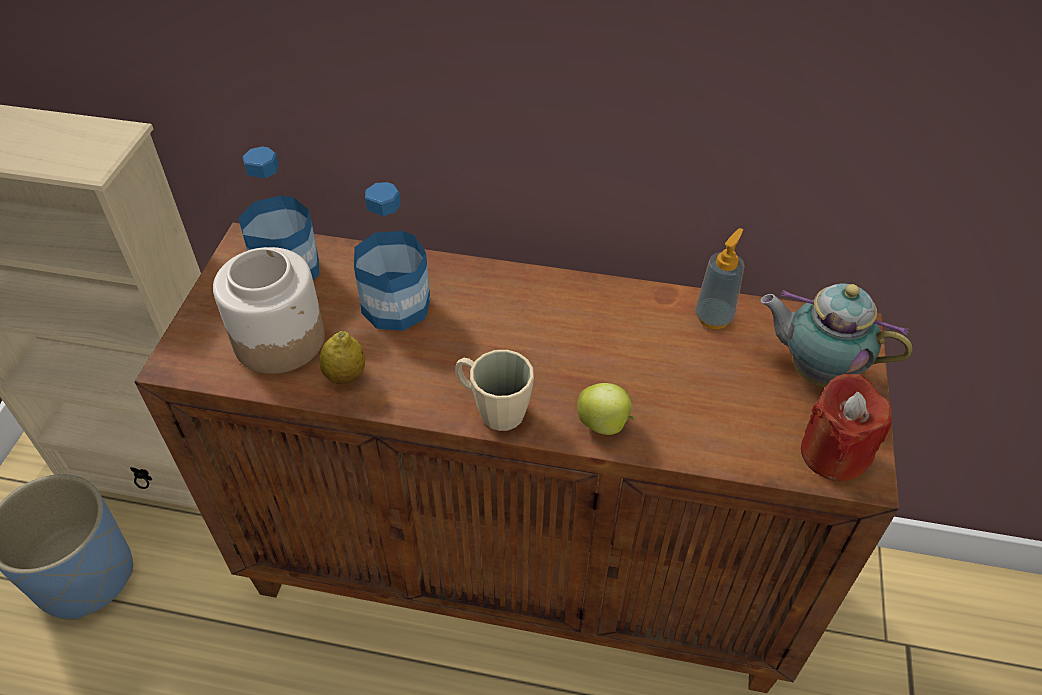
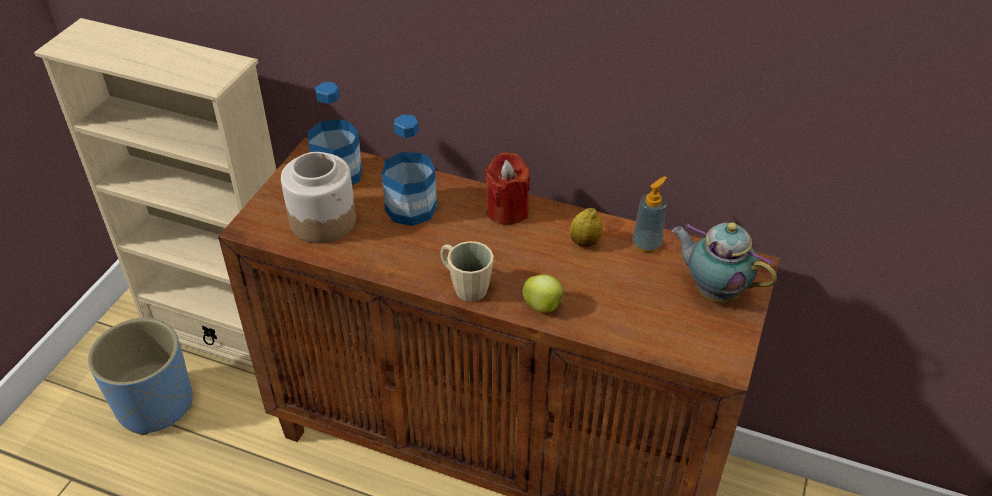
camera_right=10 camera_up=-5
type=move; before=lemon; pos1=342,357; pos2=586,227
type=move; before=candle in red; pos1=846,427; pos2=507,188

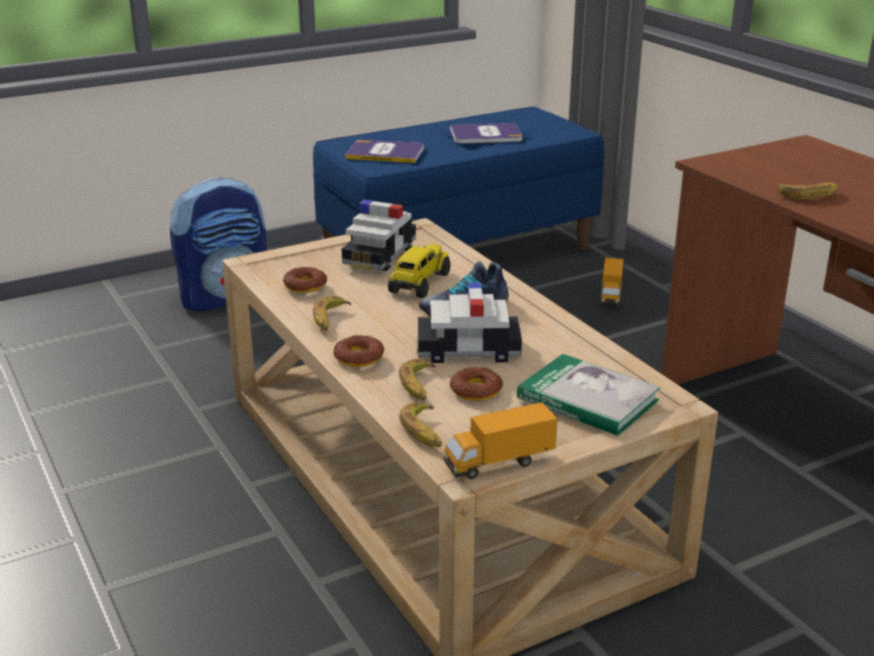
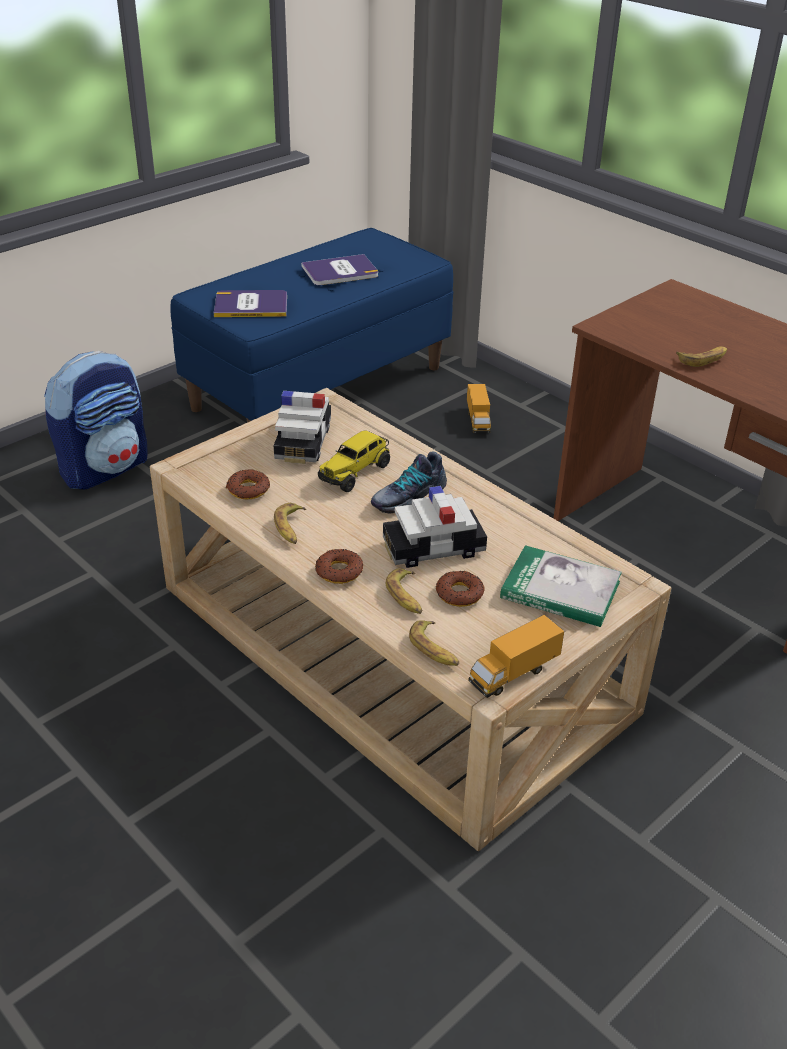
camera_right=-15 camera_up=10
type=rotate; before=toy truck; pos1=419,271; pos2=354,461; turn=-150

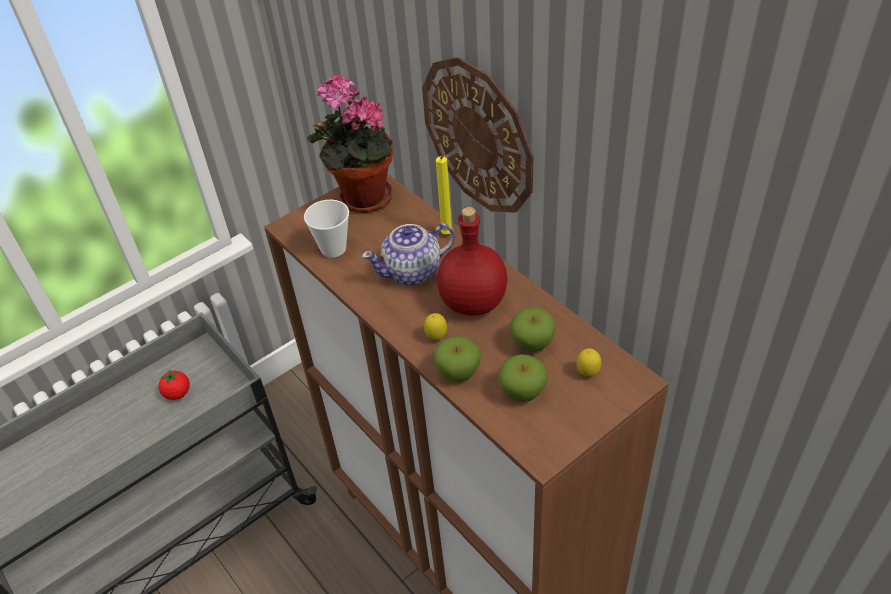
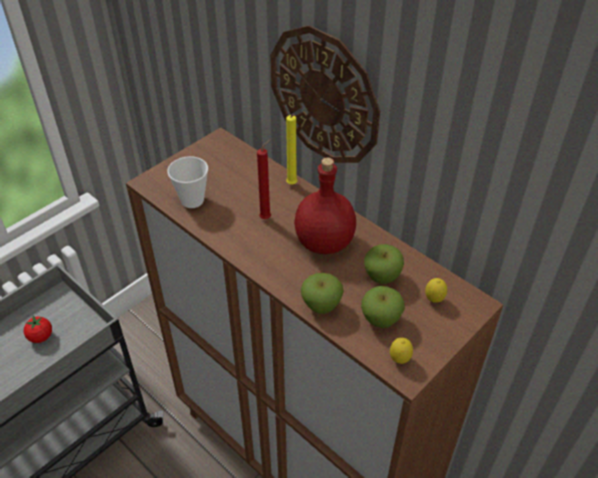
camera_right=-10 camera_up=0
type=delete; before=potted plant; pos1=350,143
type=move; before=lemon; pos1=435,326; pos2=401,351
type=replace; before=teapot; after=candle in red; pos1=408,254; pos2=264,179

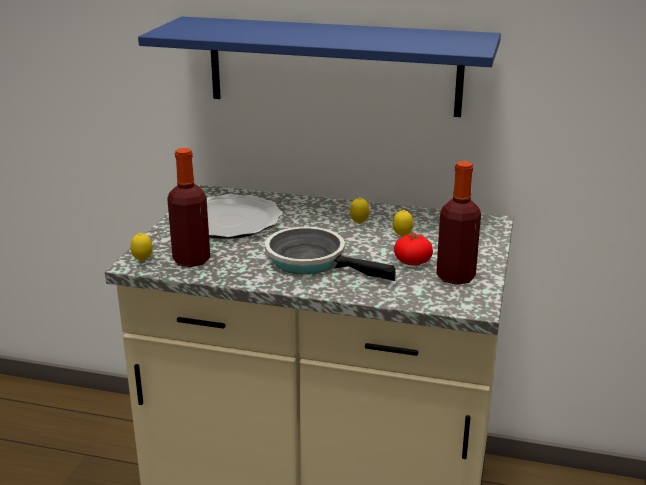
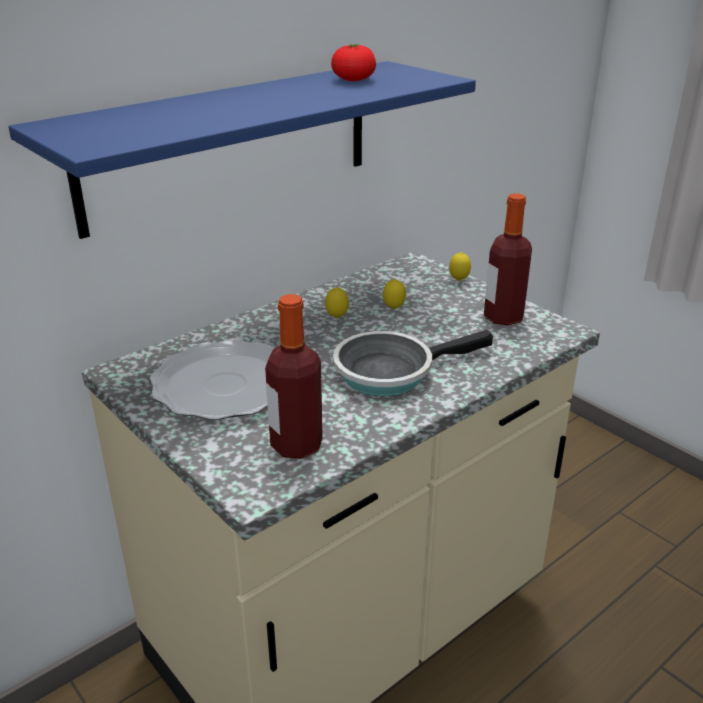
camera_right=-55 camera_up=5
type=move; before=lemon; pos1=142,247; pos2=460,266
type=move; before=tomato; pos1=413,249; pos2=353,62

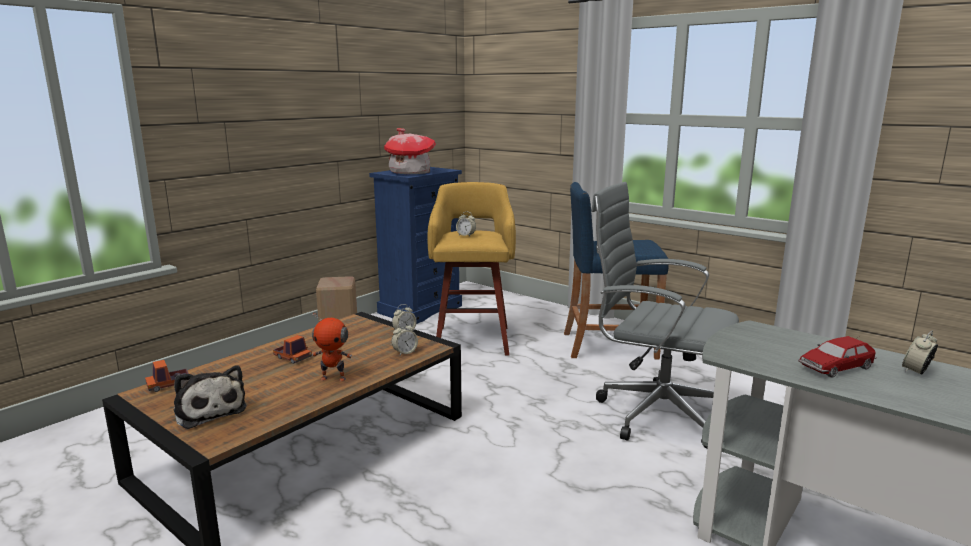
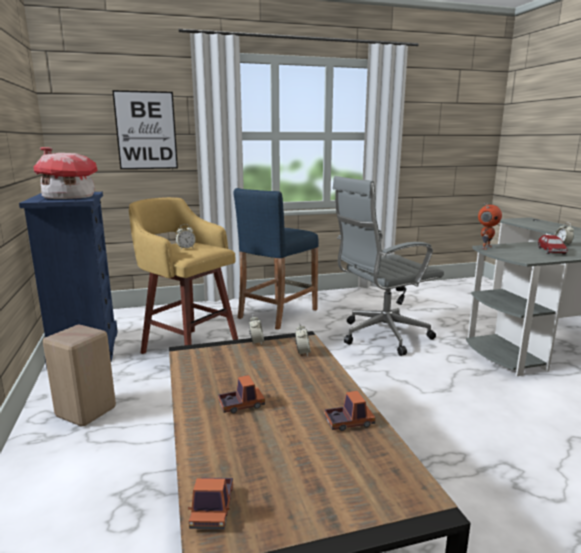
camera_right=-55 camera_up=0
type=delete; before=plush toy; pos1=210,397
type=insert; after=picture; pos2=145,129
type=insert; after=toy truck; pos2=349,411
type=move; before=toy robot; pos1=332,347; pos2=490,226

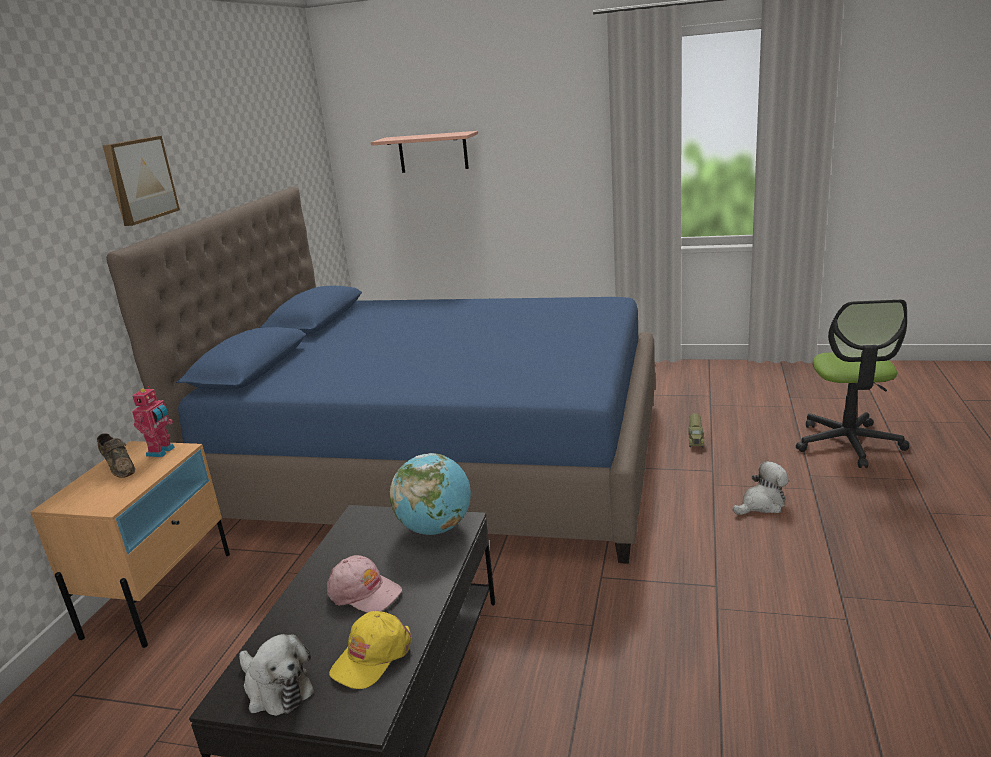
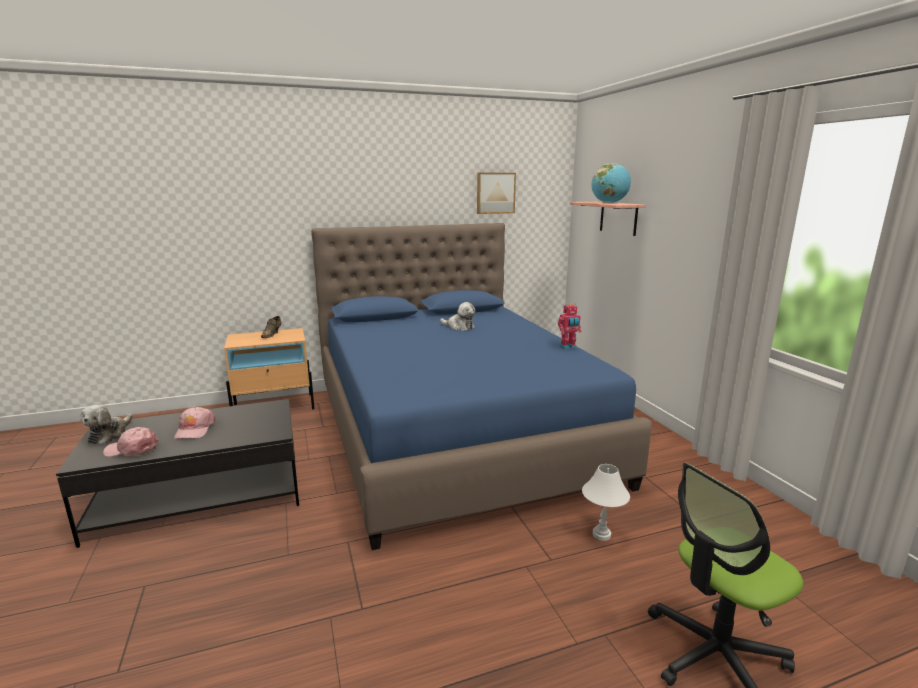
camera_right=55 camera_up=-5
type=move; before=picture; pos1=141,181; pos2=496,193
type=move; before=toy robot; pos1=153,421; pos2=570,326
type=move; before=globe; pos1=430,494; pos2=611,183
type=move; before=plush toy; pos1=761,488; pos2=457,316
type=replace; before=toy truck; after=table lamp in white; pos1=696,430; pos2=606,502
type=recolor; before=cap in yellow; after=cap in pink; pos1=370,650; pos2=130,442

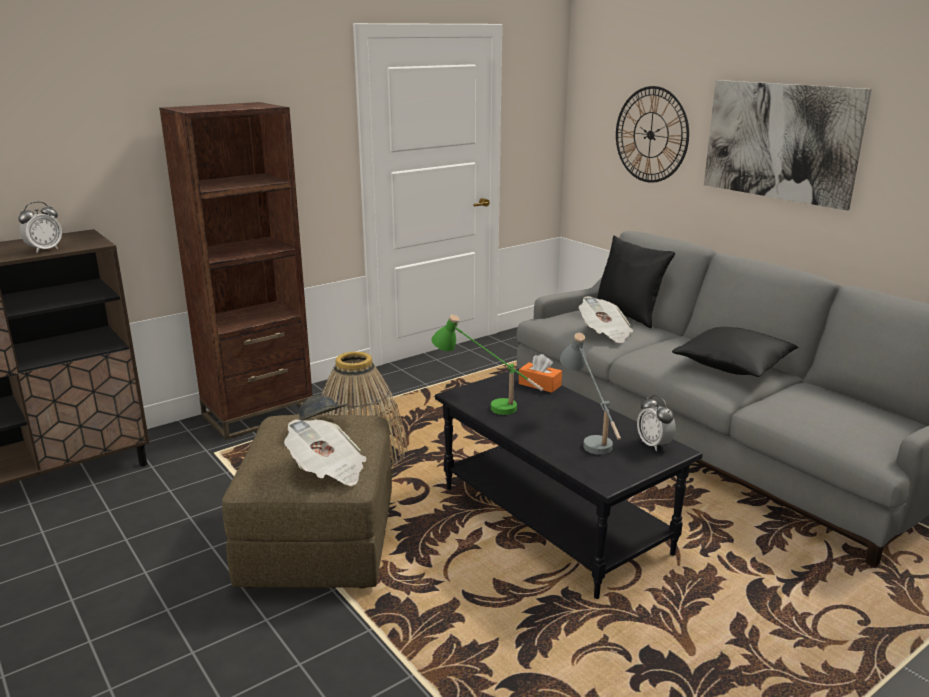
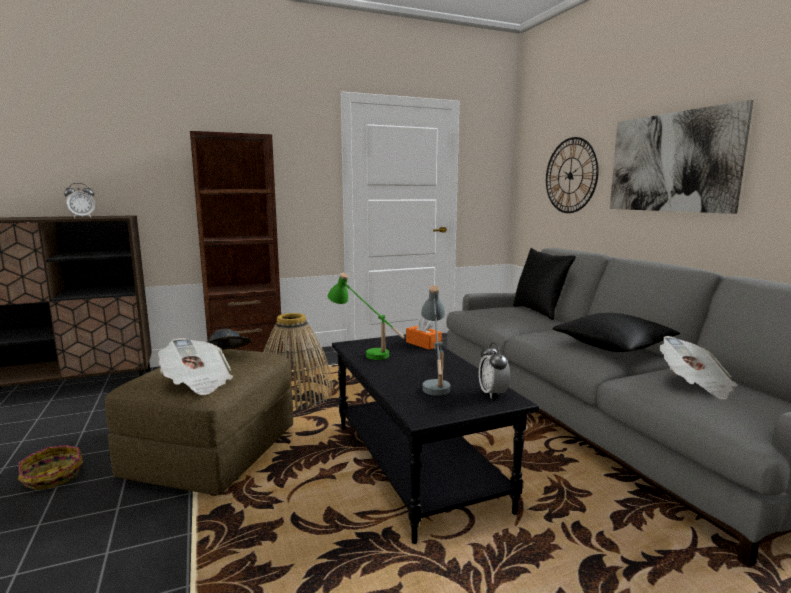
camera_right=15 camera_up=-10
type=insert; after=basket; pos2=50,467
type=move; before=newspaper; pos1=606,319; pos2=698,368

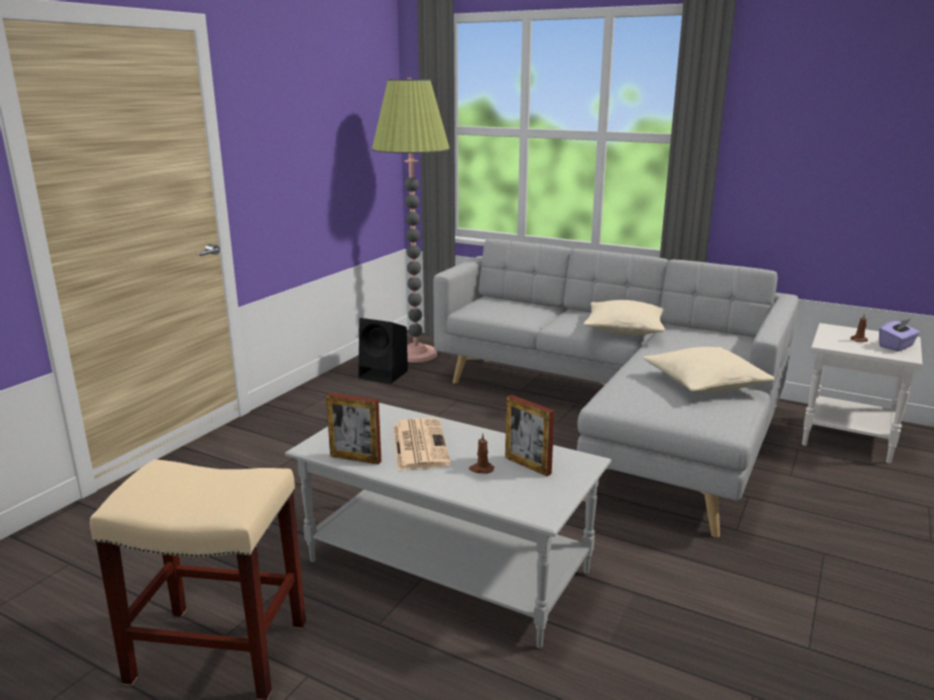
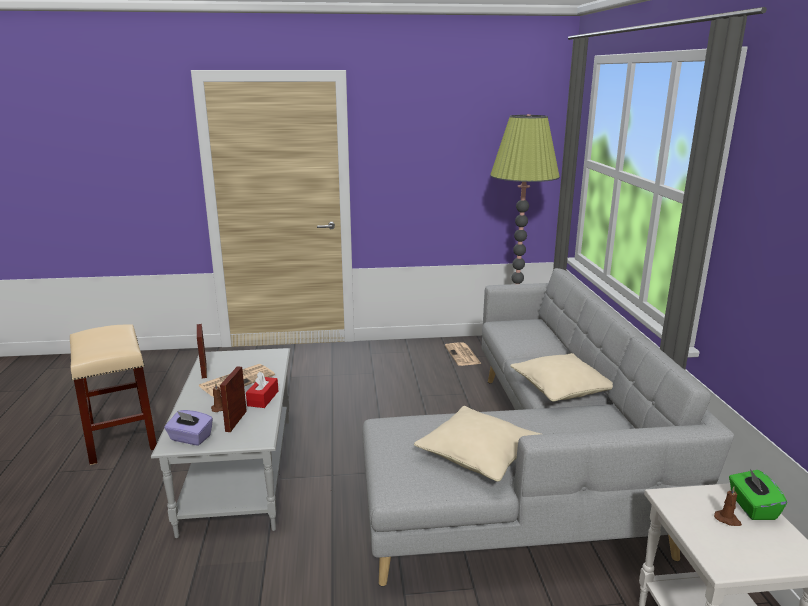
camera_right=55 camera_up=0
type=insert; after=tissue box in red; pos2=262,389
type=insert; after=tissue box in green; pos2=758,494
type=move; before=tissue box in purple; pos1=899,335; pos2=188,428
type=replace; before=speaker in black; after=newspaper; pos1=383,351; pos2=463,354

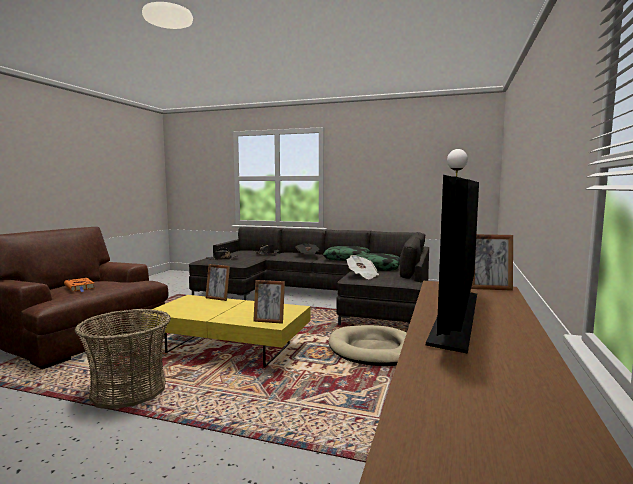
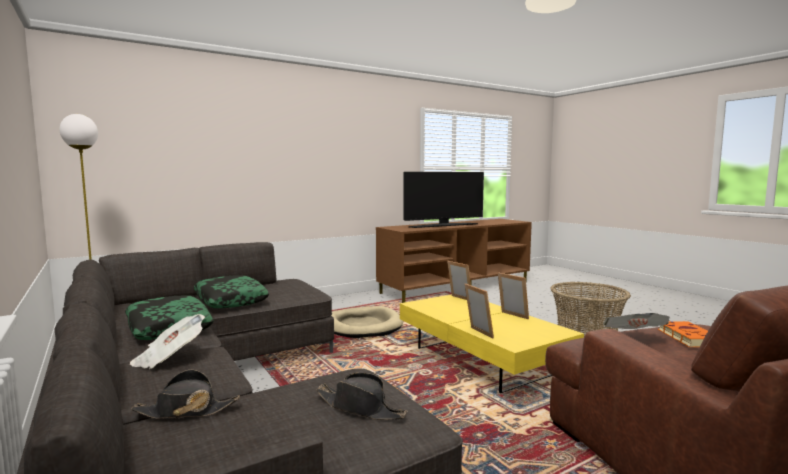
camera_right=-140 camera_up=0
type=move; before=newspaper; pos1=362,267; pos2=636,321
type=move; before=picture frame; pos1=492,262; pos2=513,296

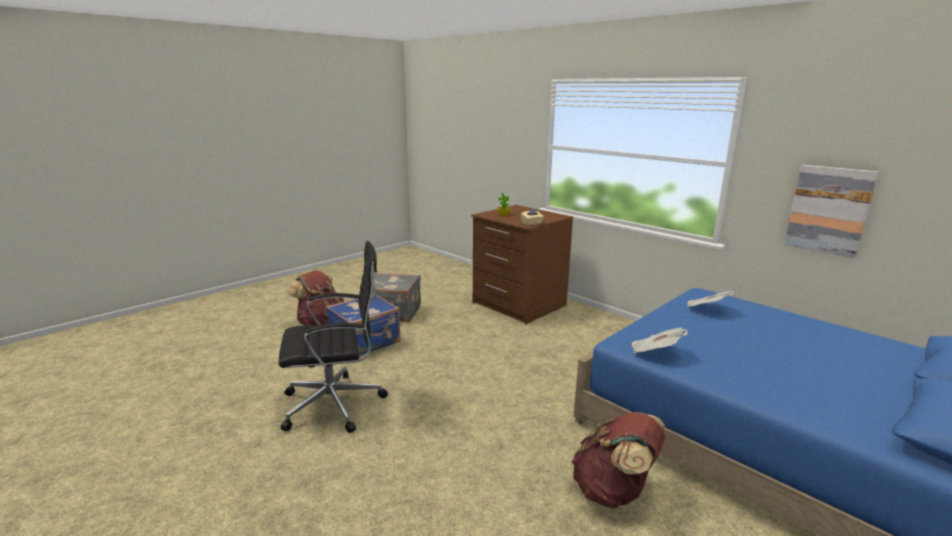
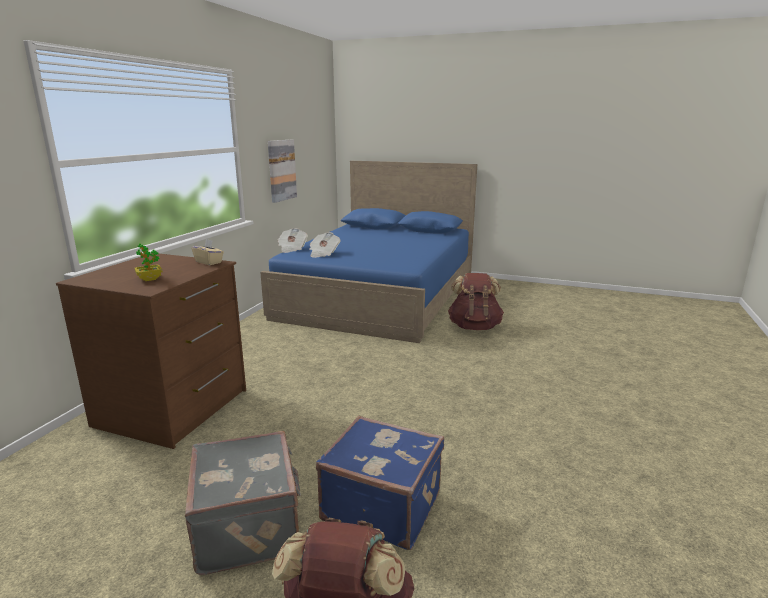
camera_right=-115 camera_up=0
type=delete; before=office chair in black; pos1=333,337
type=move; before=newspaper; pos1=660,340; pos2=293,240

